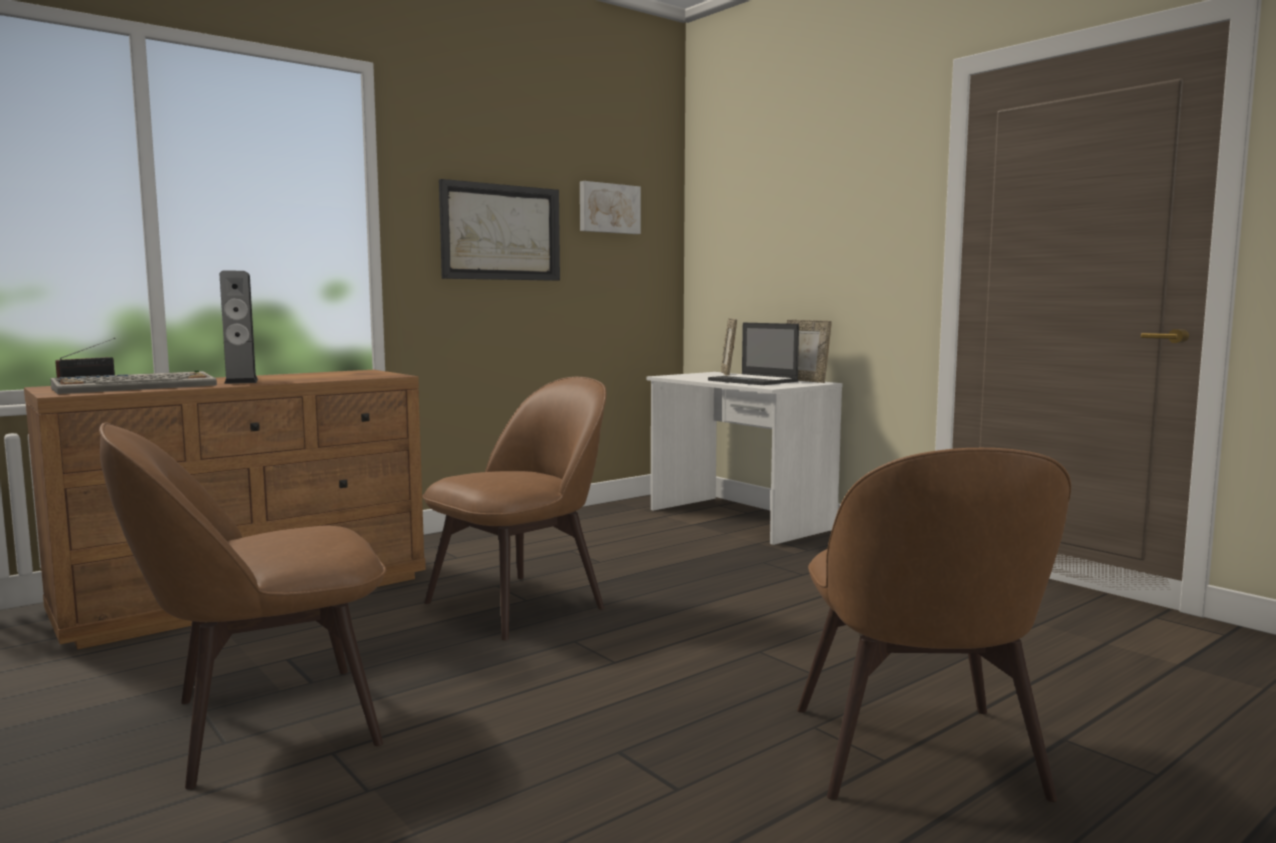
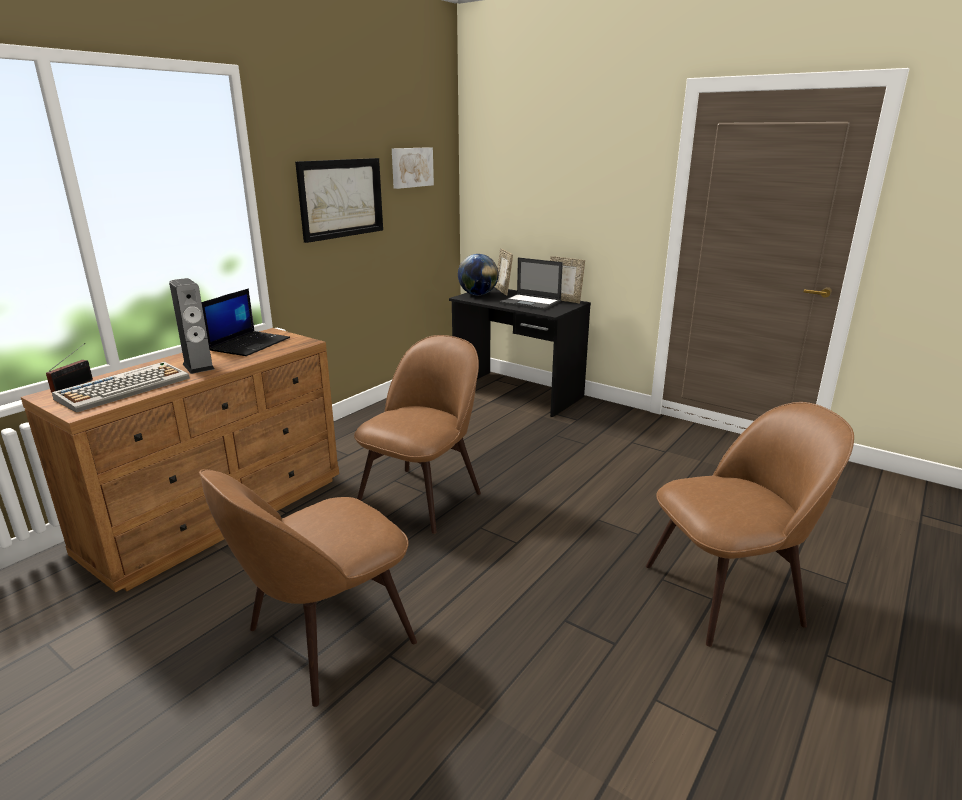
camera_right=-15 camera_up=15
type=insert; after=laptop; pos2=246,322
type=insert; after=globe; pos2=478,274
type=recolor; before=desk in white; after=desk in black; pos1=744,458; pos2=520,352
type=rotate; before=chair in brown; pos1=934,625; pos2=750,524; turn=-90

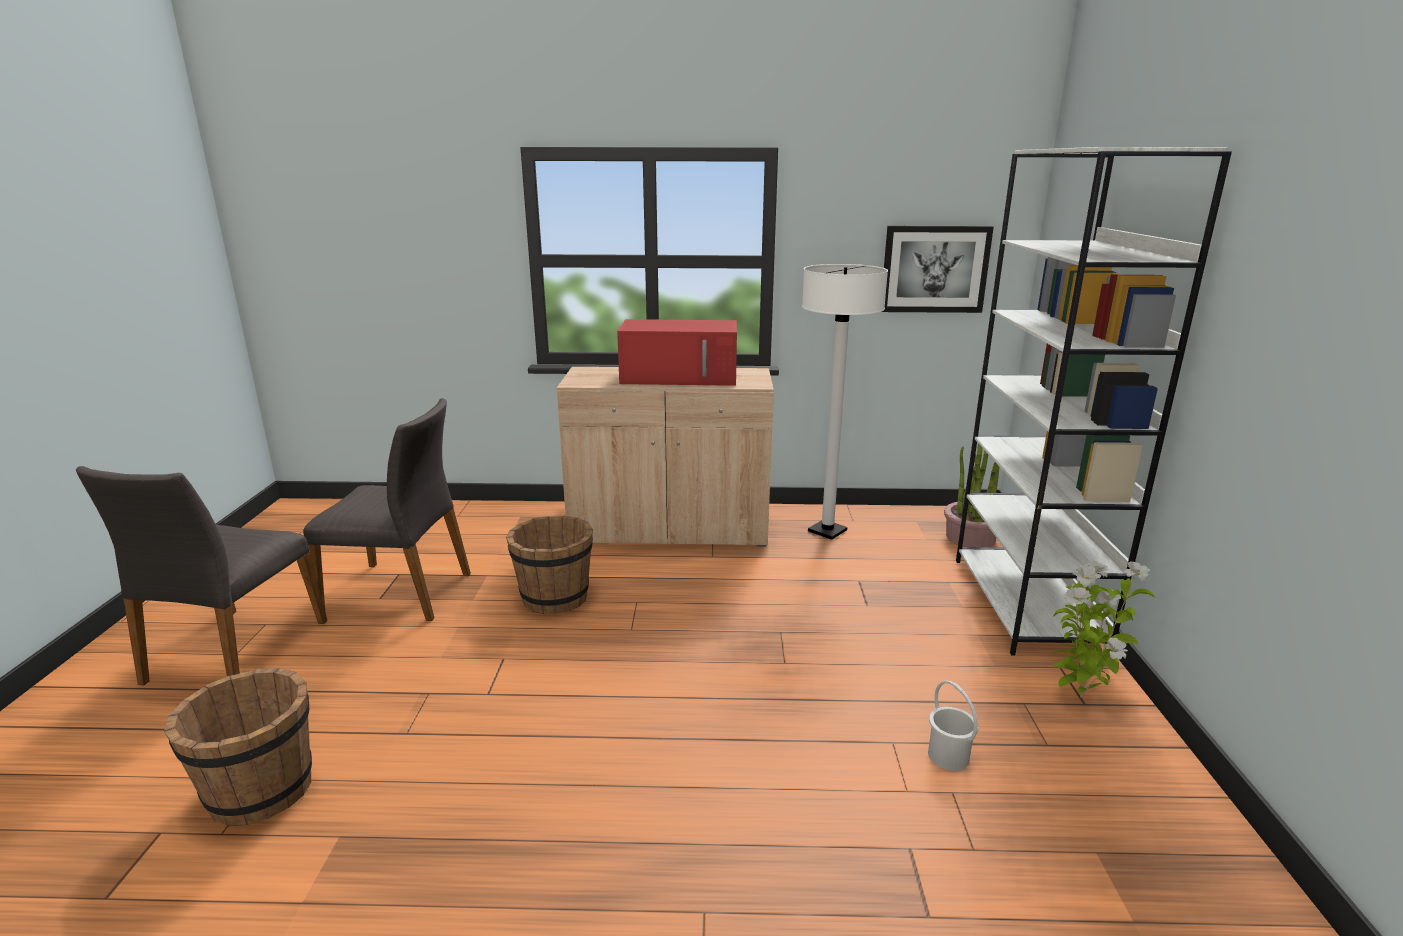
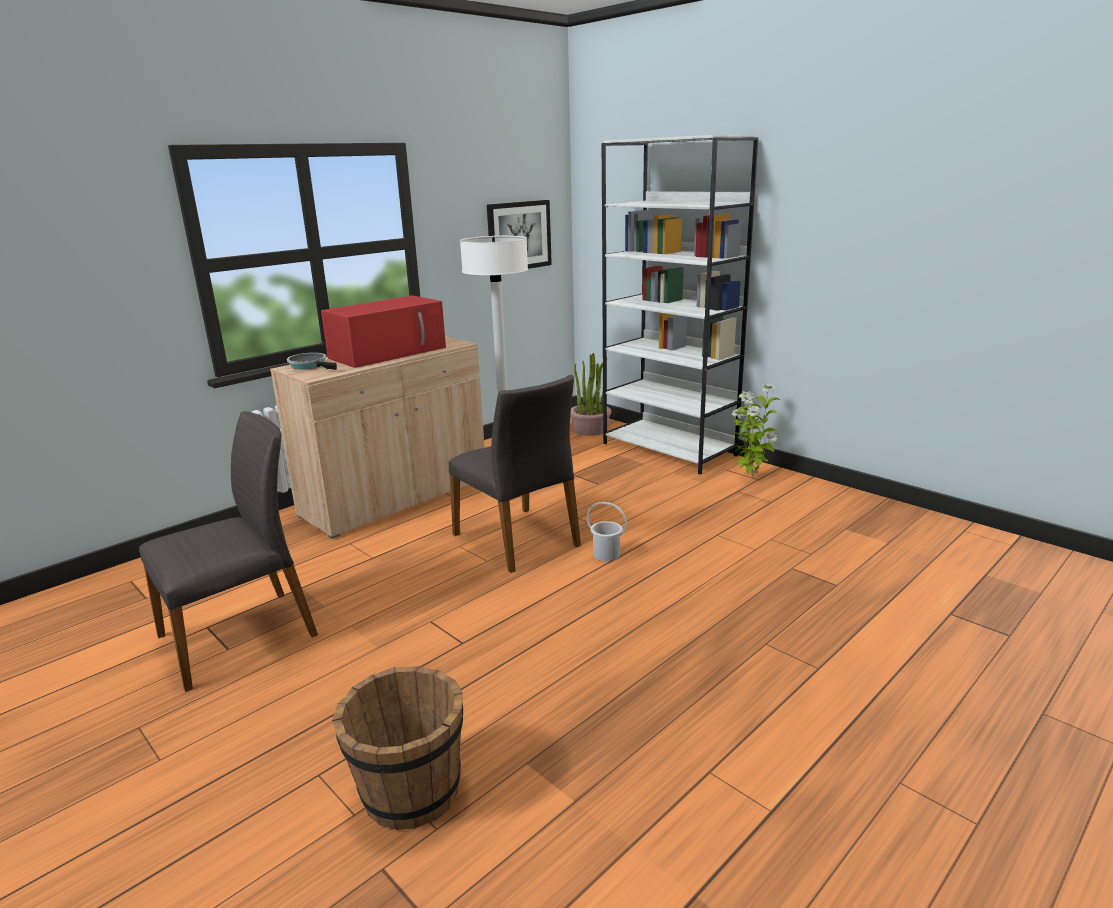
camera_right=-45 camera_up=0
type=delete; before=bucket in brown; pos1=549,565
type=insert; after=frying pan; pos2=312,361
type=move; before=chair in grey; pos1=201,576; pos2=515,474
type=move; before=bucket in white; pos1=953,726; pos2=607,531

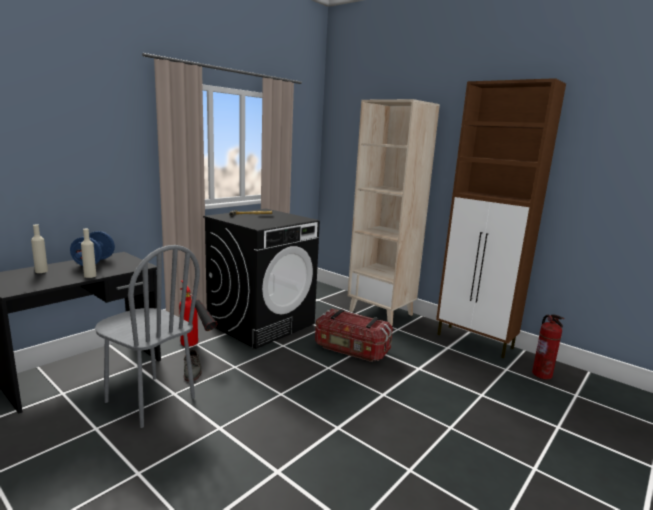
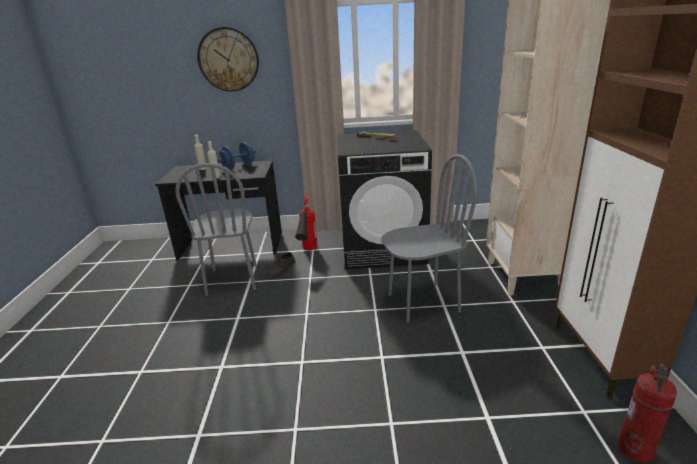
camera_right=50 camera_up=10
type=insert; after=wall clock; pos2=228,59
type=replace; before=storage box; after=chair in grey; pos1=354,335; pos2=429,238

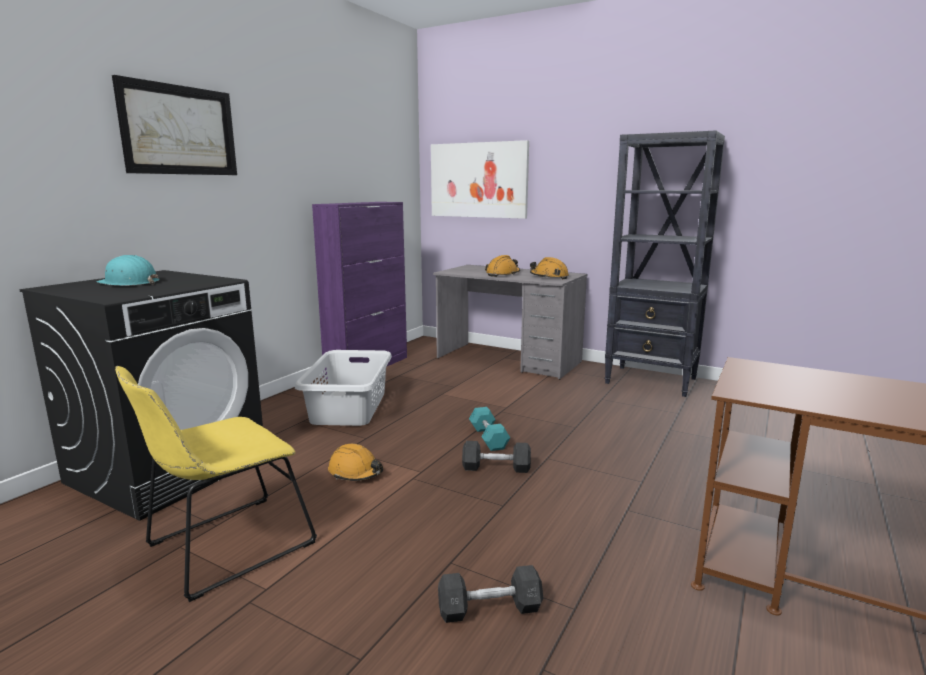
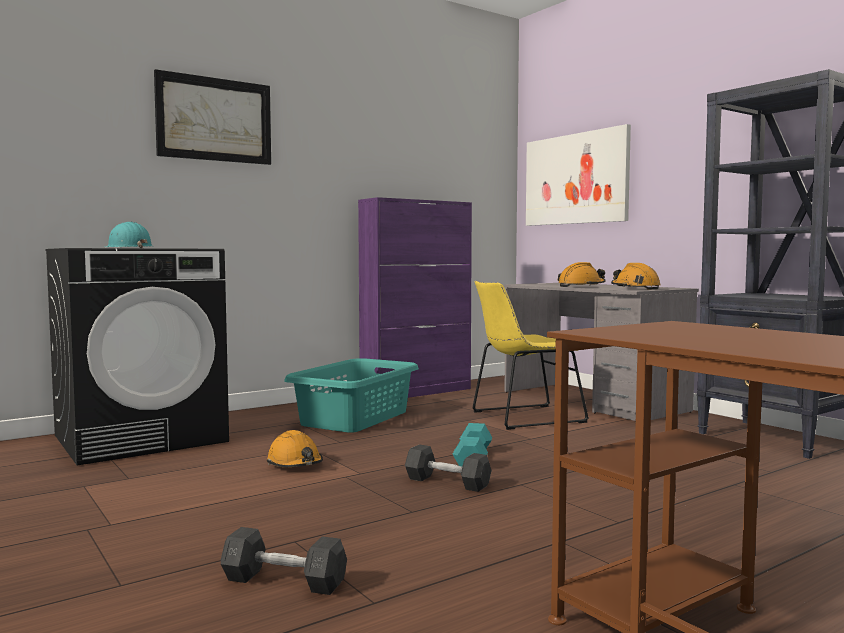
camera_right=25 camera_up=-10
type=move; before=chair in yellow; pos1=216,484; pos2=530,355
type=recolor; before=laundry basket in grey; after=laundry basket in turquoise; pos1=343,388; pos2=351,395

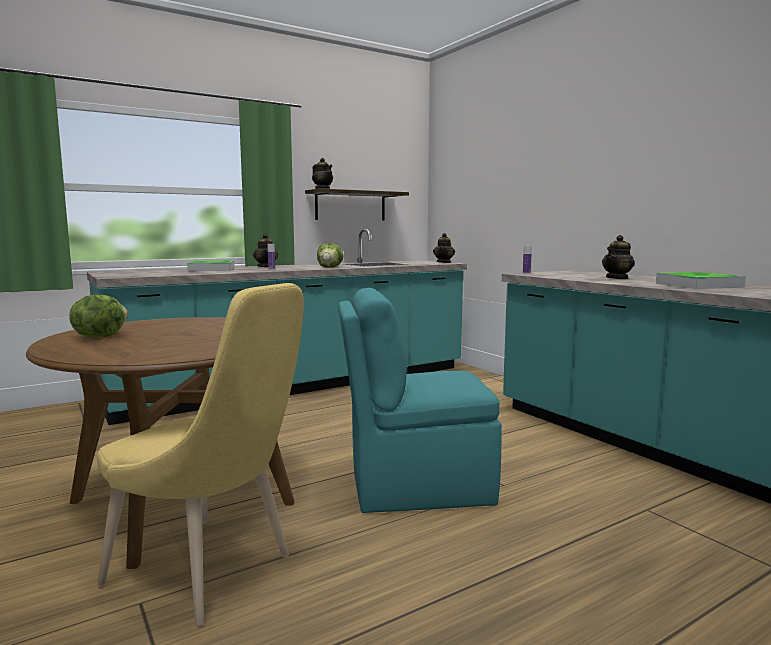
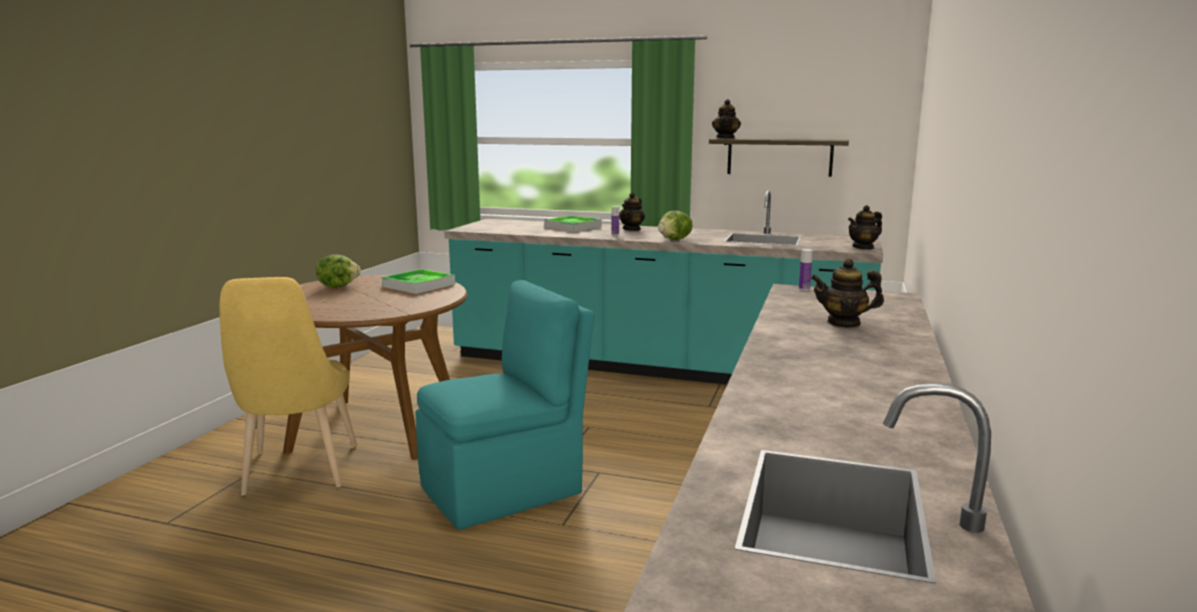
camera_right=50 camera_up=5
type=move; before=tray; pos1=701,280; pos2=418,281
type=rotate; before=chair in turquoise; pos1=420,400; pos2=505,405; turn=105

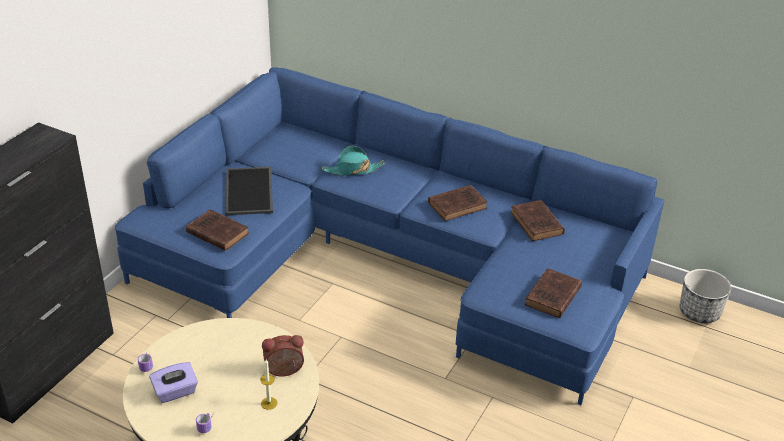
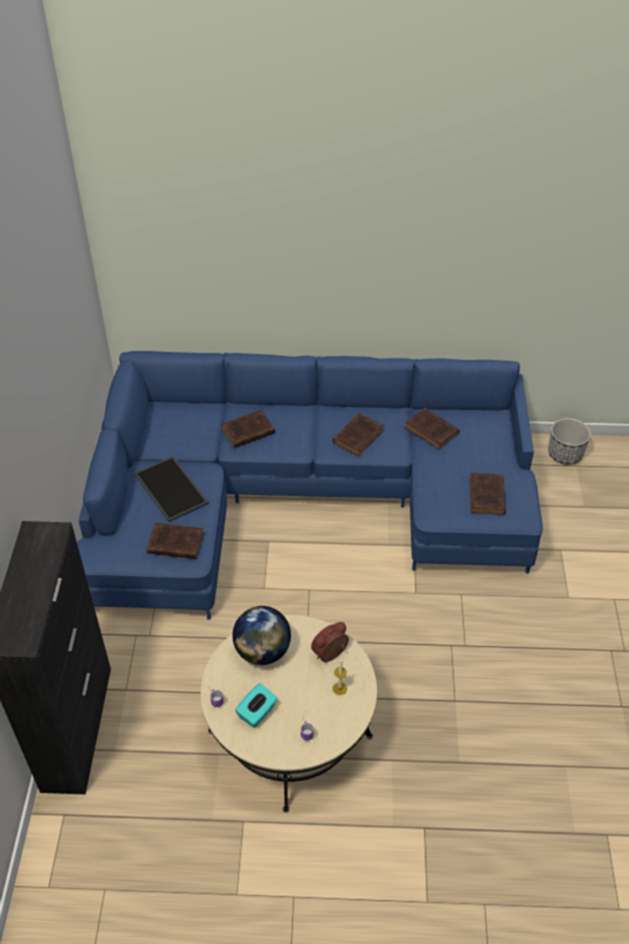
camera_right=-25 camera_up=10
type=insert; after=globe; pos2=261,635
type=replace; before=hat in turquoise; after=book in brown; pos1=353,161; pos2=248,429
type=recolor; before=tissue box in purple; after=tissue box in turquoise; pos1=173,382; pos2=256,705

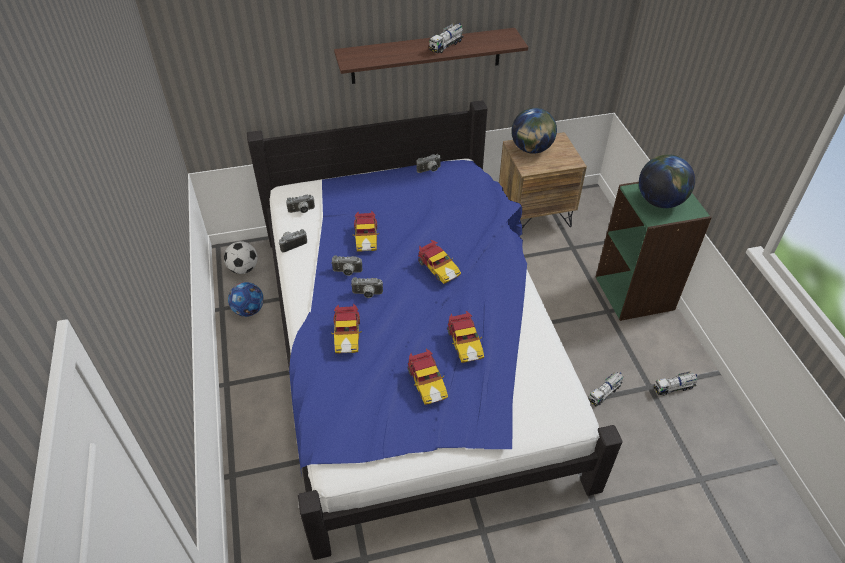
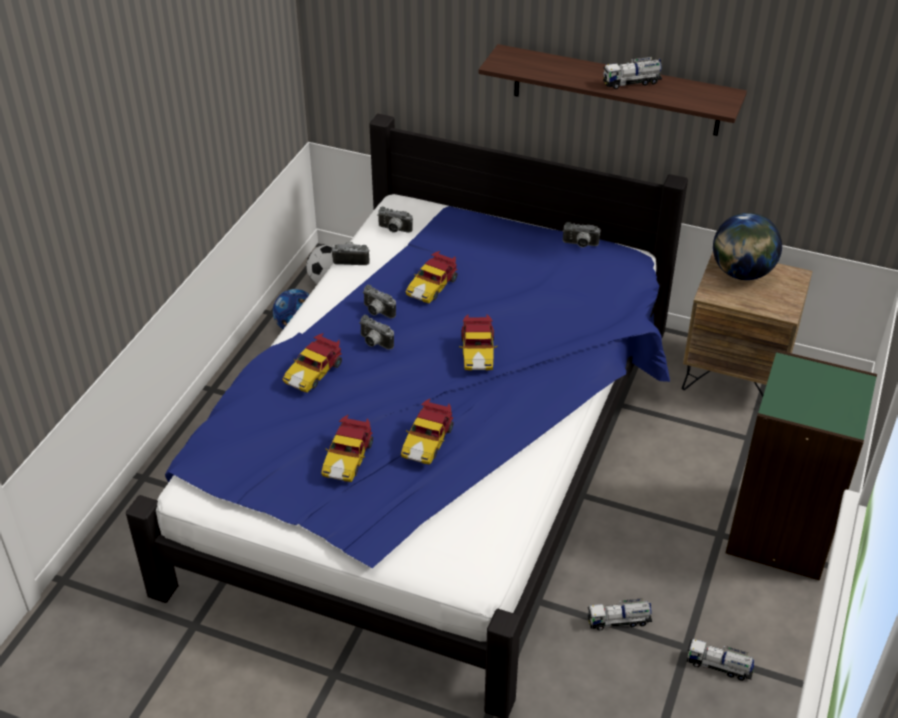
camera_right=35 camera_up=-5
type=delete; before=globe; pos1=667,181

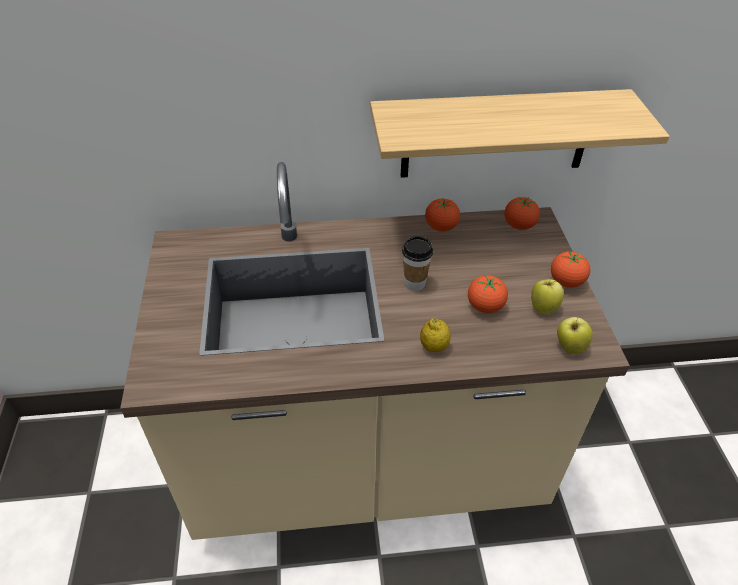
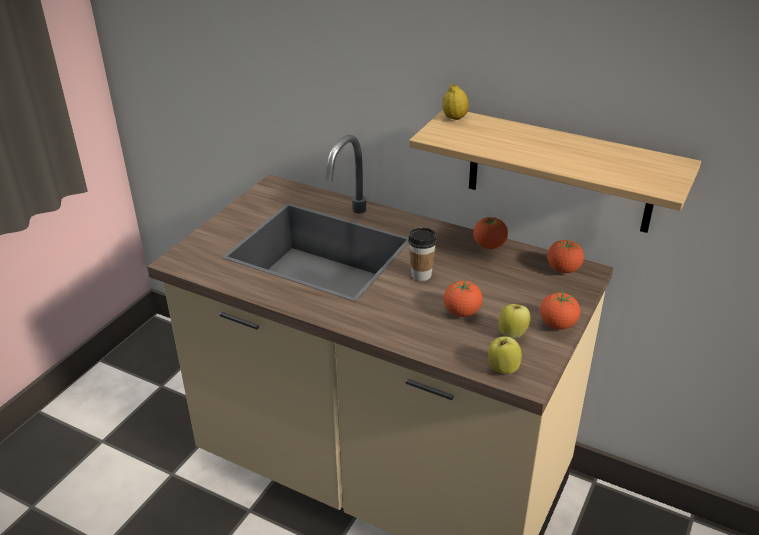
camera_right=35 camera_up=-10
type=move; before=lemon; pos1=435,335; pos2=456,102

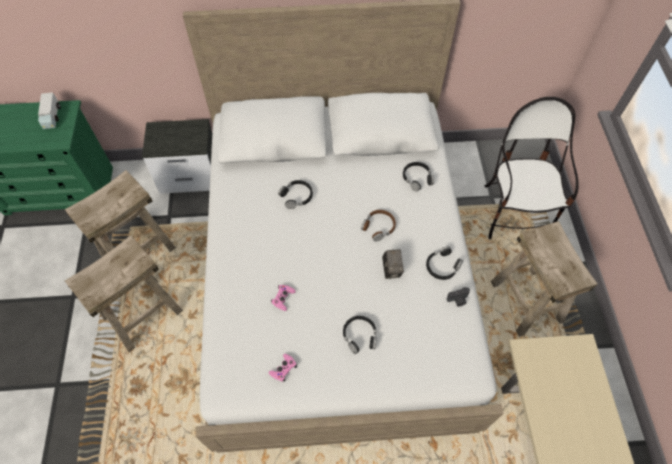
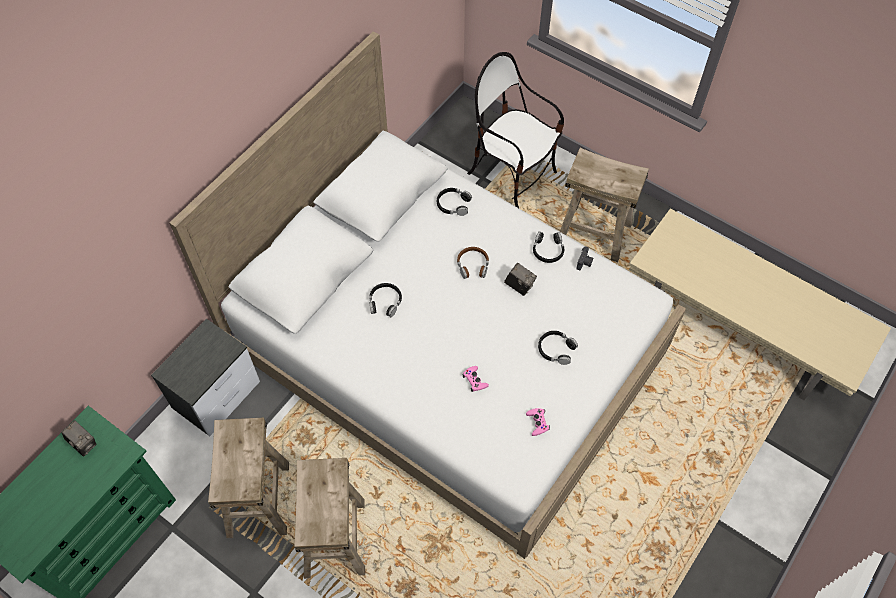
camera_right=-50 camera_up=0
type=replace; before=toy truck; after=photo camera; pos1=49,110; pos2=79,438

